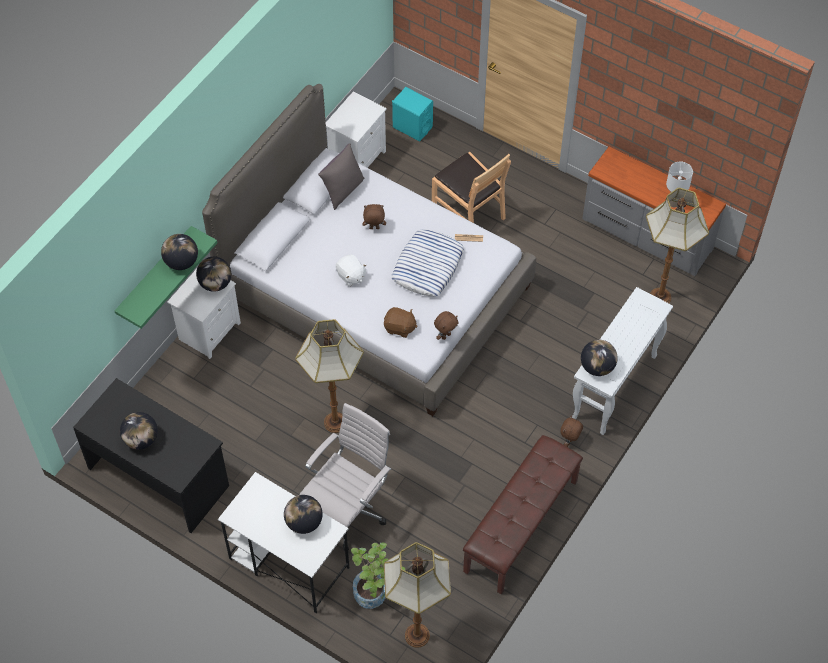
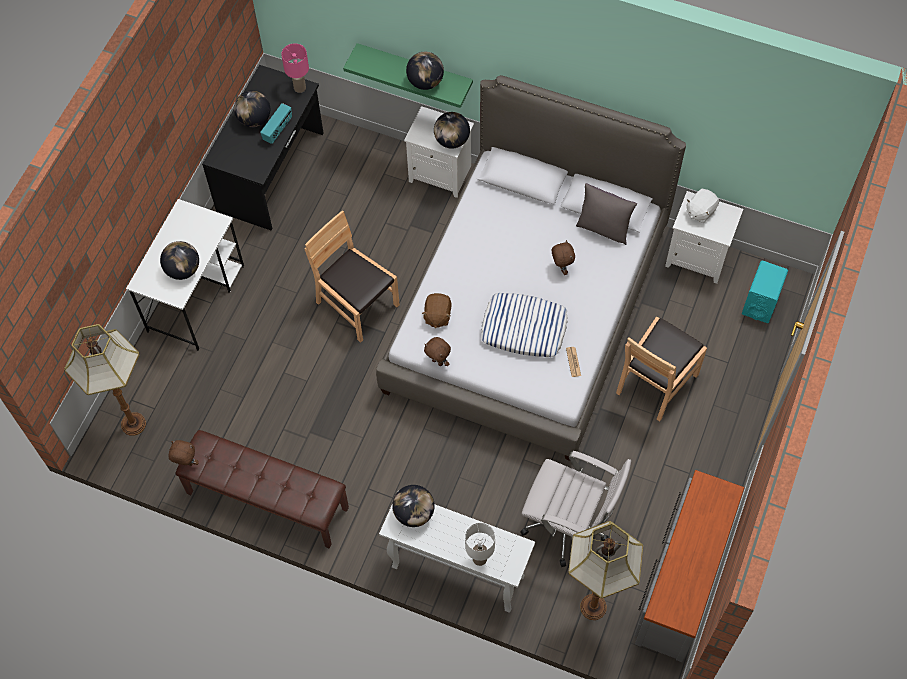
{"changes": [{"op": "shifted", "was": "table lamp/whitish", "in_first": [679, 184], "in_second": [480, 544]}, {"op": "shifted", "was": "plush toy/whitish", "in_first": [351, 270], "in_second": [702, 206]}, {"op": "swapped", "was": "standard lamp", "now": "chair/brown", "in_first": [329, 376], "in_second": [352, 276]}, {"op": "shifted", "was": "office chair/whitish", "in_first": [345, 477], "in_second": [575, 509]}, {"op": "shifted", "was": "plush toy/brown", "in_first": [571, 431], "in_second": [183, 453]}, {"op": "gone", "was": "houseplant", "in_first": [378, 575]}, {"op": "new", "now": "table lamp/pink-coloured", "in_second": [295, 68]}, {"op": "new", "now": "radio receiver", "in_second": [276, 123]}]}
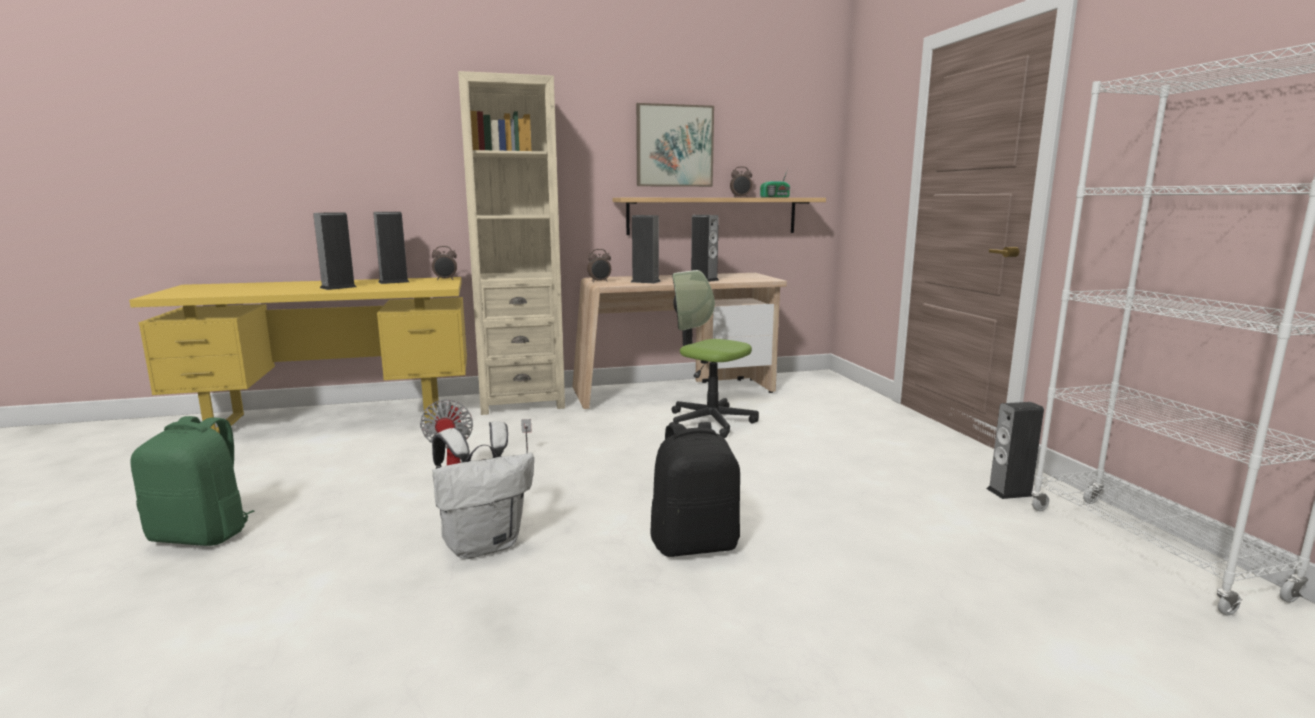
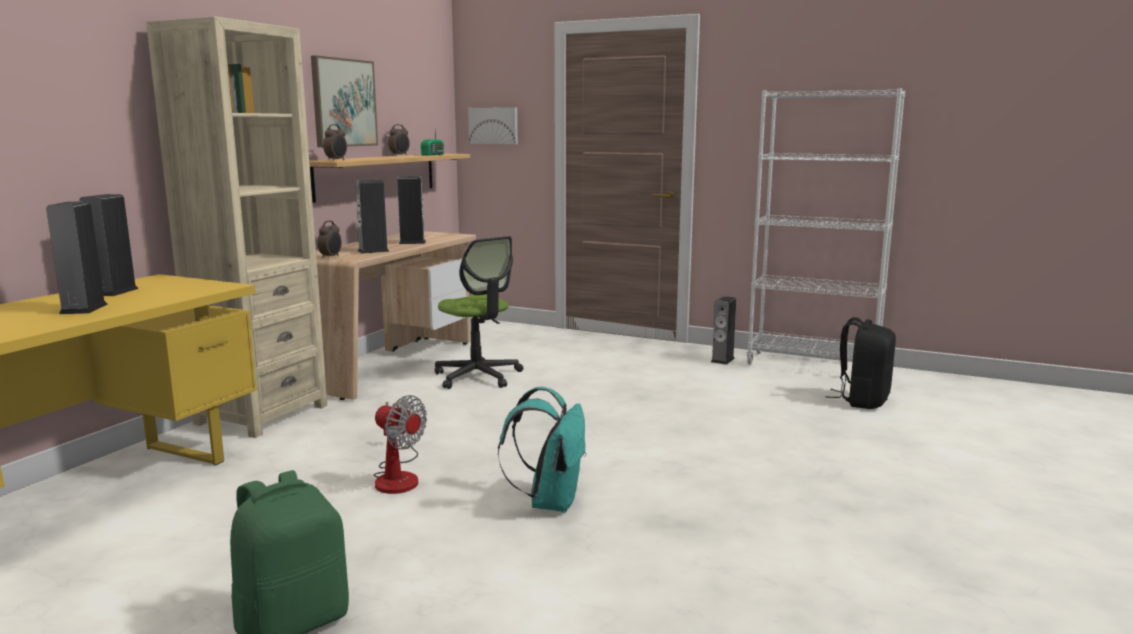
{"changes": [{"op": "shifted", "was": "bedside clock", "in_first": [444, 263], "in_second": [335, 142]}, {"op": "rotated", "was": "office chair", "in_first": [714, 354], "in_second": [479, 312], "clockwise": -120}, {"op": "repainted", "was": "rucksack/whitish", "now": "rucksack/blue-green", "in_first": [483, 490], "in_second": [542, 450]}, {"op": "shifted", "was": "rucksack/black-coloured", "in_first": [695, 489], "in_second": [861, 363]}, {"op": "new", "now": "picture", "in_second": [493, 125]}]}
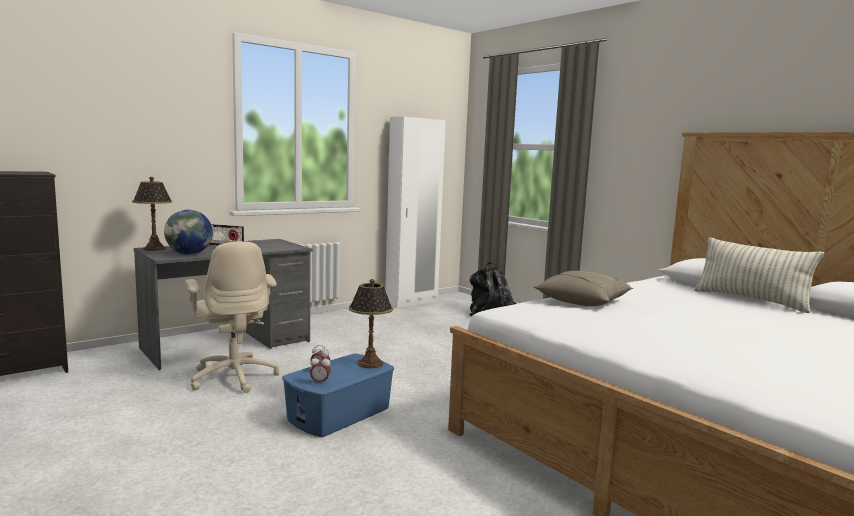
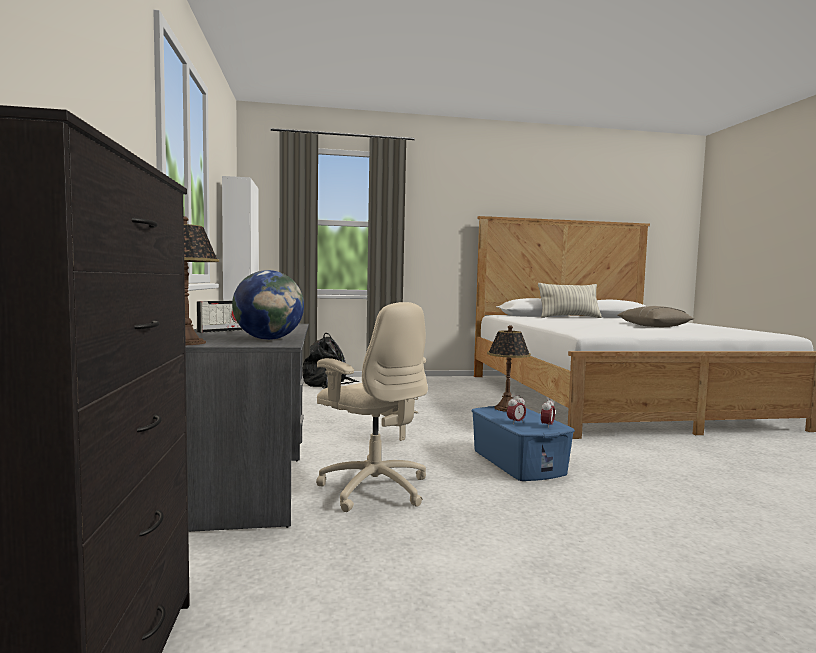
{"changes": [{"op": "rotated", "was": "office chair/beige", "in_first": [232, 317], "in_second": [372, 407], "clockwise": 45}, {"op": "shifted", "was": "pillow/beige", "in_first": [583, 288], "in_second": [655, 316]}]}
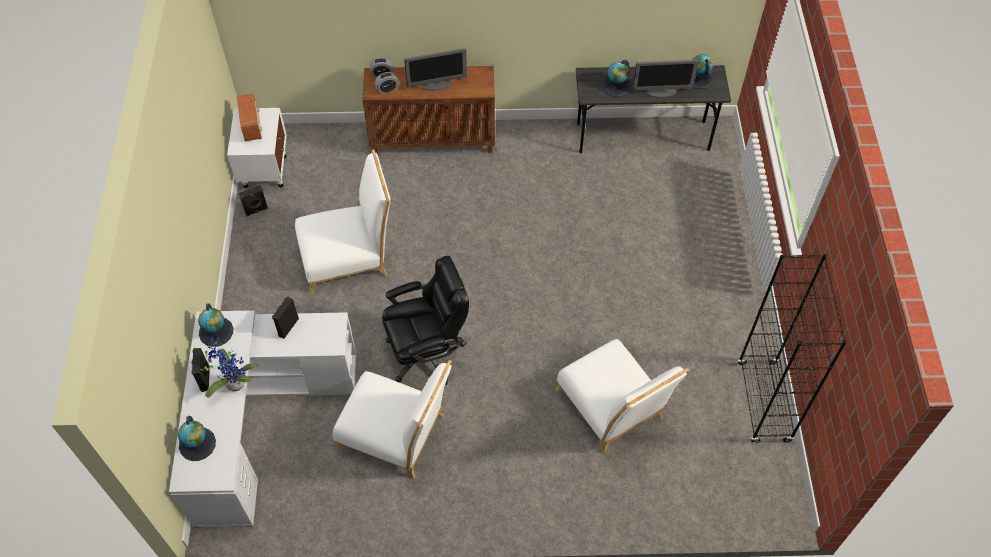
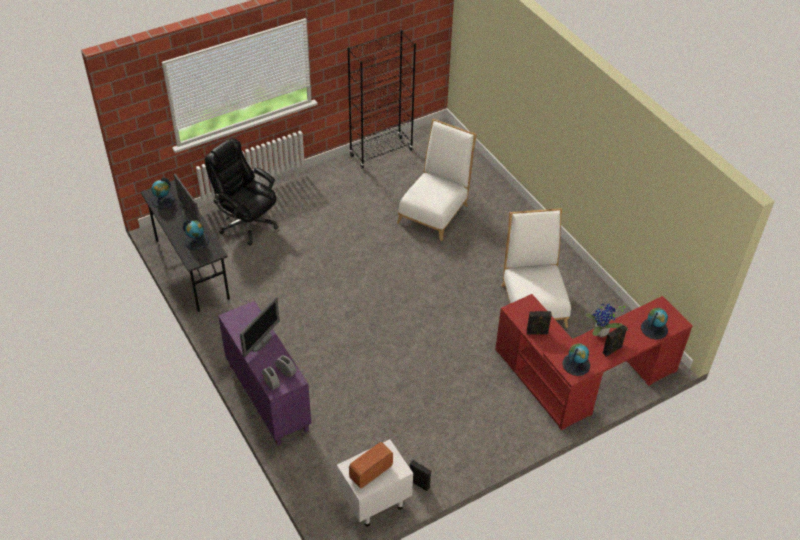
{"changes": [{"op": "rotated", "was": "computer screen", "in_first": [435, 69], "in_second": [260, 327], "clockwise": 75}, {"op": "repainted", "was": "cupboard/brown", "now": "cupboard/purple", "in_first": [428, 110], "in_second": [264, 373]}, {"op": "gone", "was": "chair/whitish", "in_first": [343, 221]}, {"op": "shifted", "was": "office chair/black-coloured", "in_first": [425, 320], "in_second": [241, 192]}, {"op": "repainted", "was": "desk table/whitish", "now": "desk table/red", "in_first": [263, 419], "in_second": [594, 362]}]}
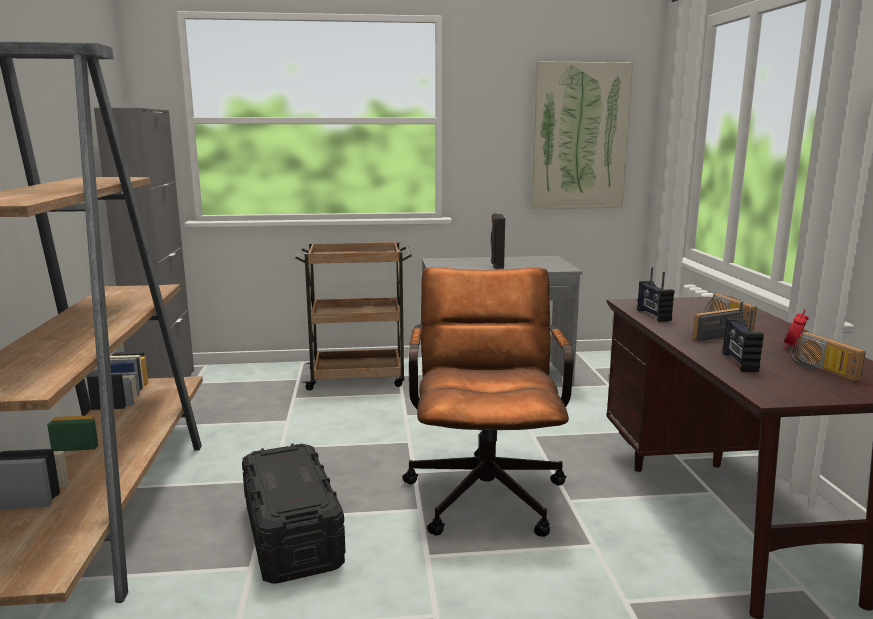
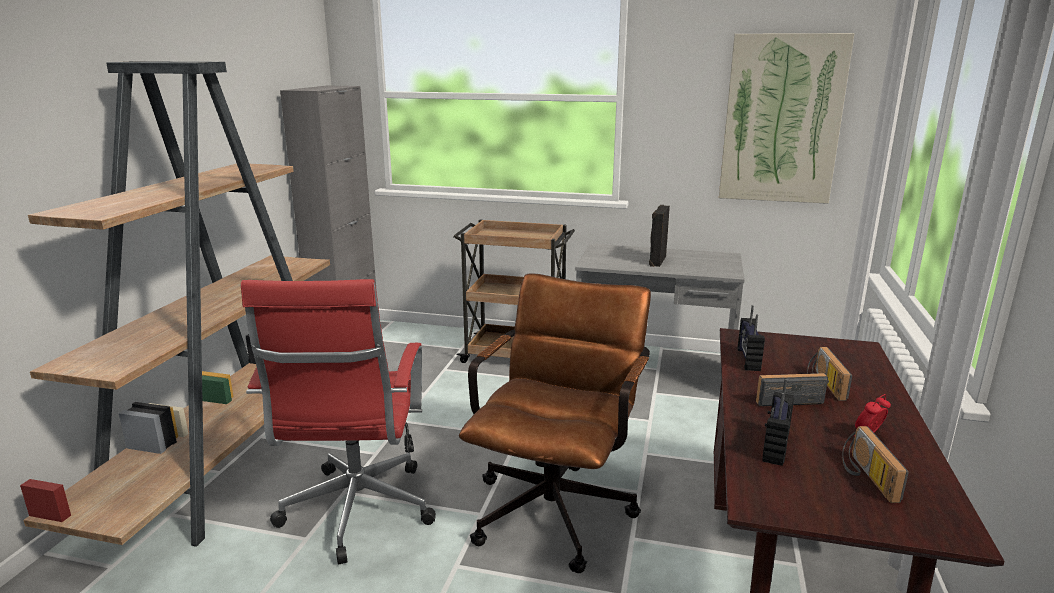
{"changes": [{"op": "swapped", "was": "storage container/black-coloured", "now": "office chair/red", "in_first": [294, 513], "in_second": [338, 421]}]}
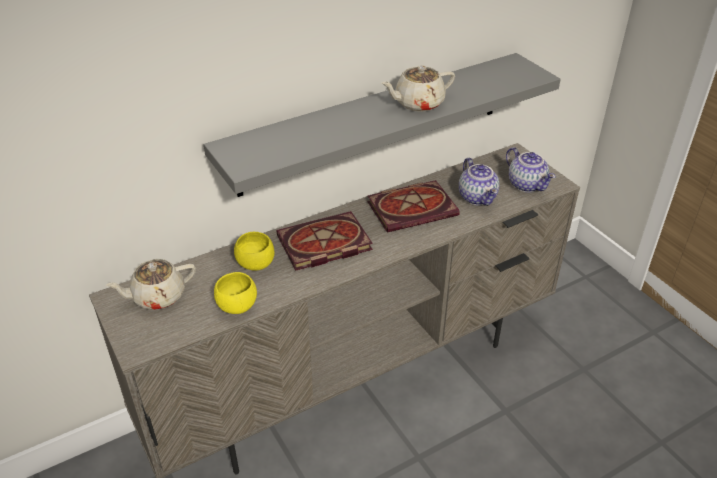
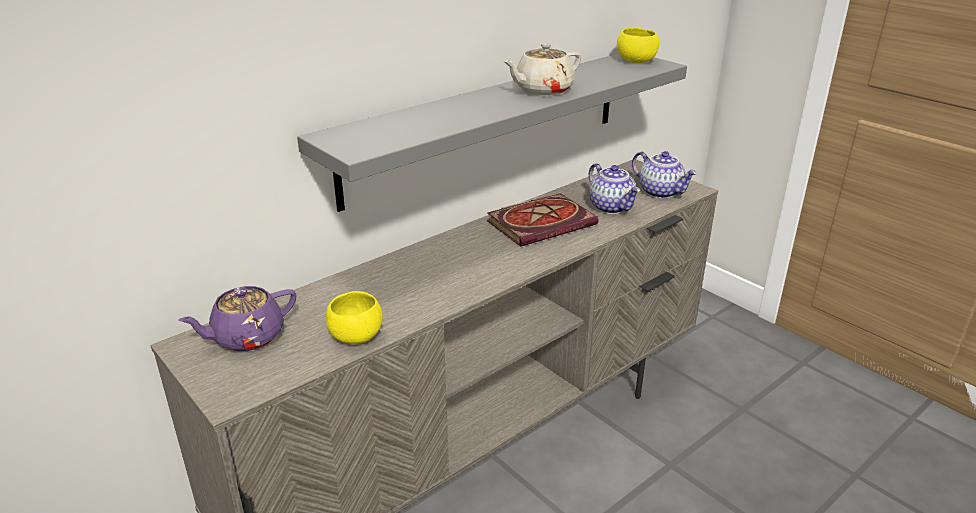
{"changes": [{"op": "gone", "was": "volume", "in_first": [325, 241]}, {"op": "shifted", "was": "deep dish/yellowish", "in_first": [254, 251], "in_second": [638, 45]}, {"op": "repainted", "was": "teapot/beige", "now": "teapot/purple", "in_first": [150, 284], "in_second": [237, 318]}]}
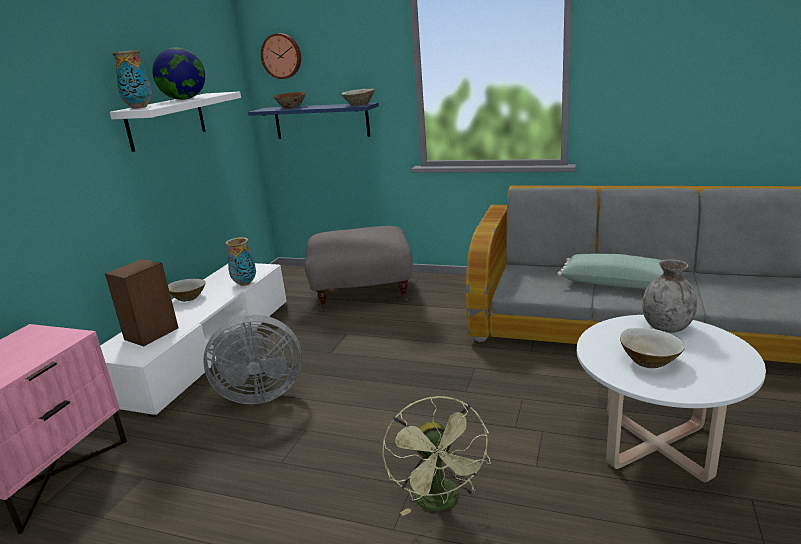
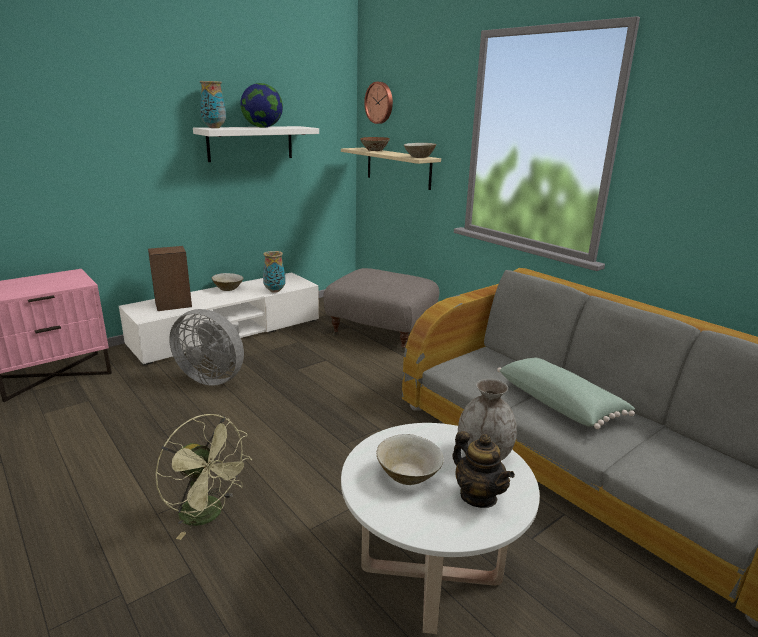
{"changes": [{"op": "repainted", "was": "wall shelf/bluish", "now": "wall shelf/beige", "in_first": [313, 120], "in_second": [391, 169]}, {"op": "rotated", "was": "electric fan/greenish", "in_first": [436, 456], "in_second": [203, 477], "clockwise": -75}, {"op": "new", "now": "teapot", "in_second": [483, 469]}]}
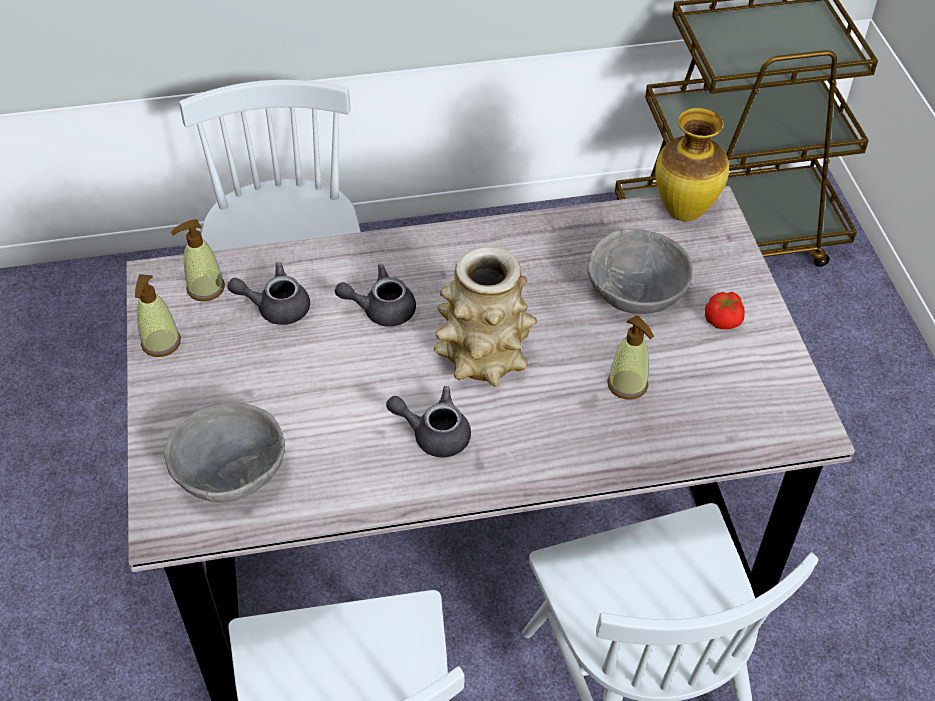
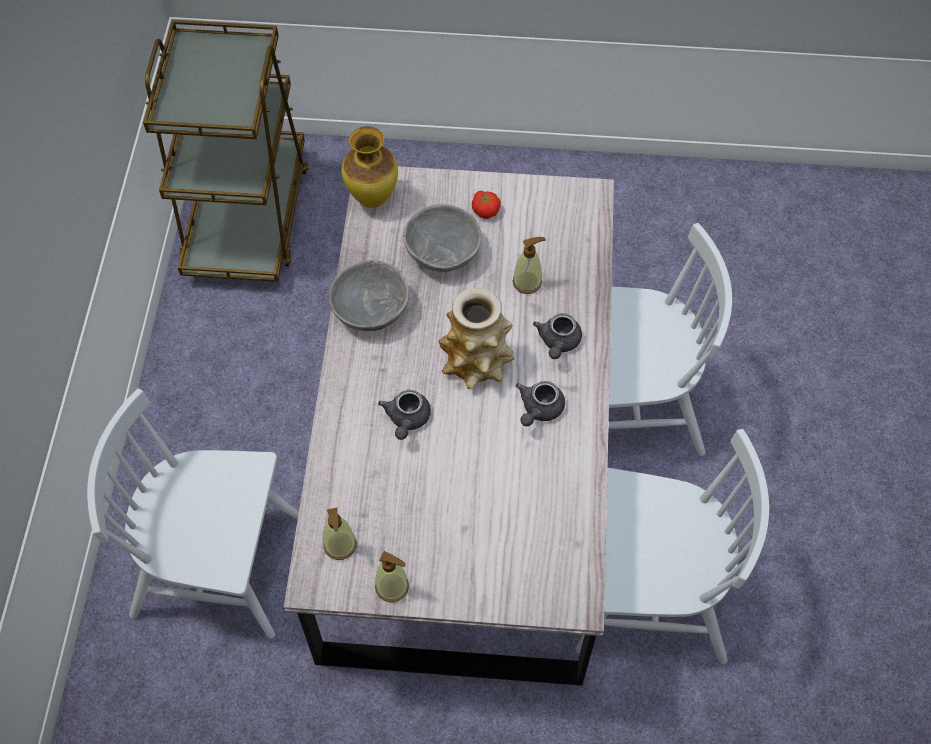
{"changes": [{"op": "shifted", "was": "teapot/greyish", "in_first": [268, 293], "in_second": [557, 336]}, {"op": "shifted", "was": "deep dish/greyish", "in_first": [224, 452], "in_second": [368, 295]}]}
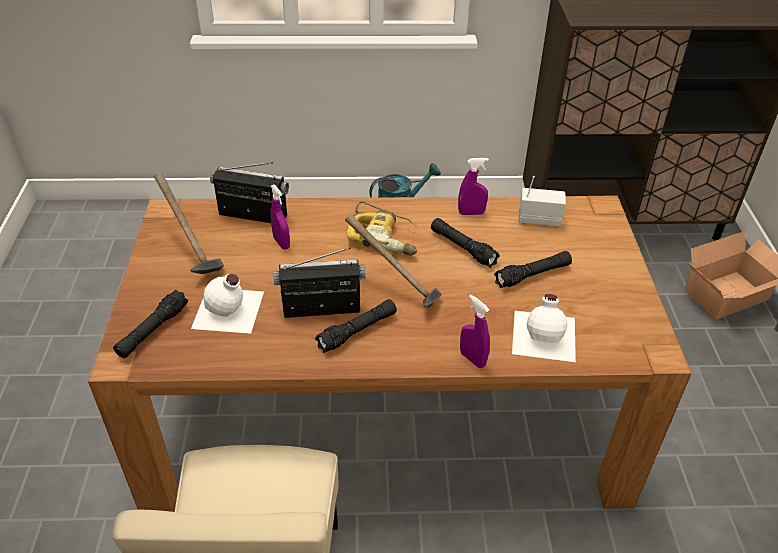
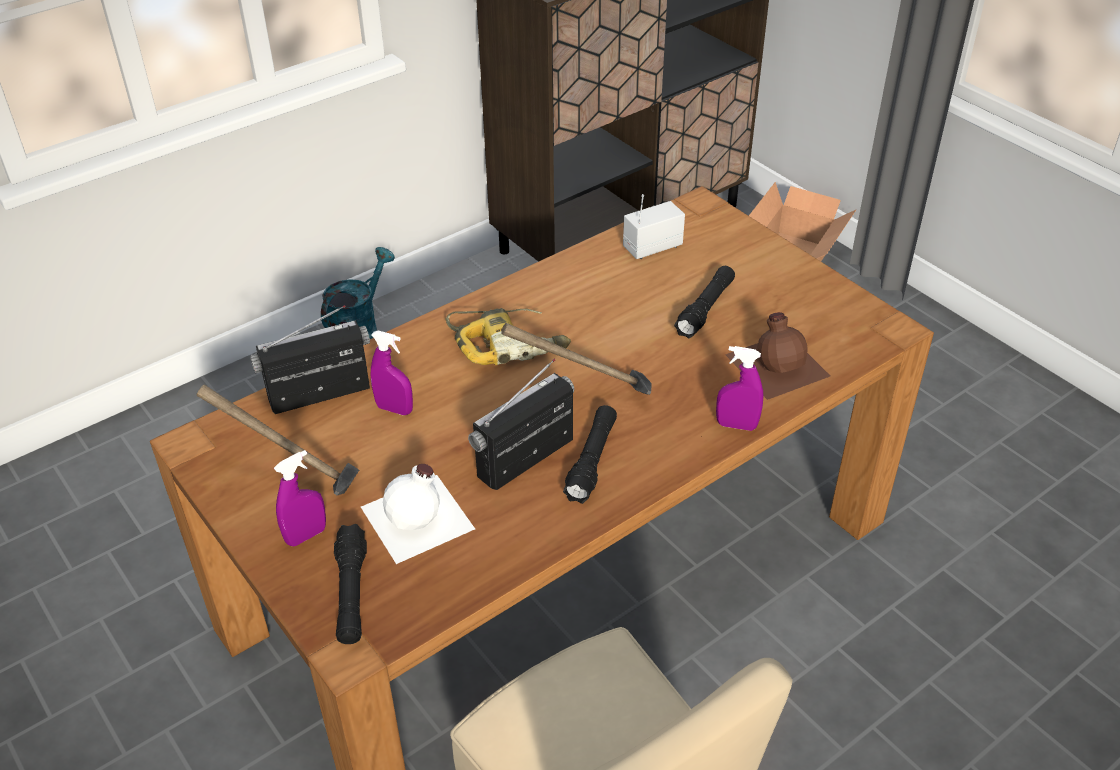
{"changes": [{"op": "shifted", "was": "spray bottle/purple", "in_first": [473, 186], "in_second": [300, 498]}, {"op": "gone", "was": "torch/black-coloured", "in_first": [465, 243]}, {"op": "repainted", "was": "drink bottle/whitish", "now": "drink bottle/brown", "in_first": [544, 328], "in_second": [777, 356]}]}
